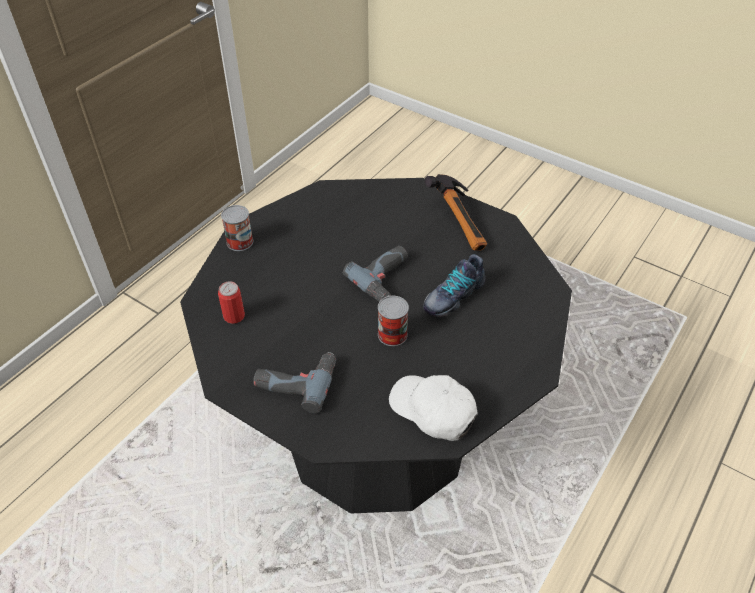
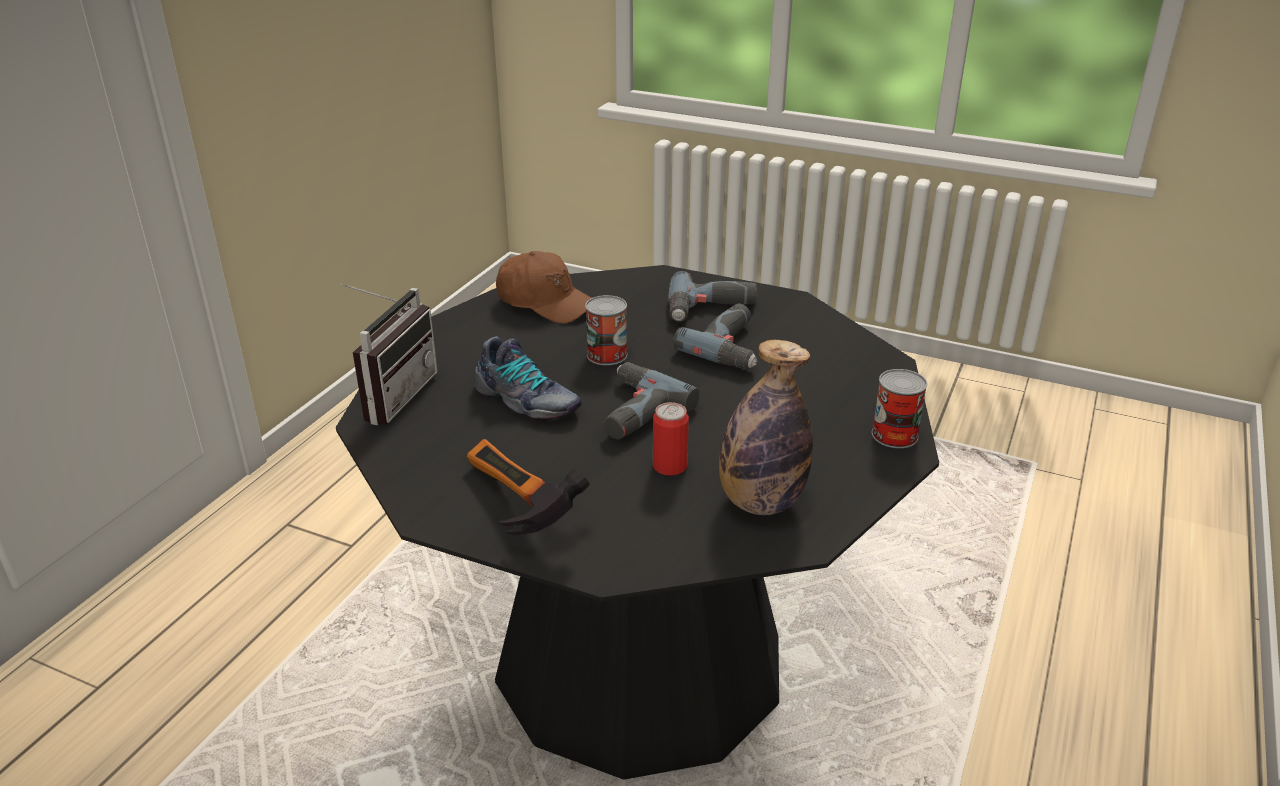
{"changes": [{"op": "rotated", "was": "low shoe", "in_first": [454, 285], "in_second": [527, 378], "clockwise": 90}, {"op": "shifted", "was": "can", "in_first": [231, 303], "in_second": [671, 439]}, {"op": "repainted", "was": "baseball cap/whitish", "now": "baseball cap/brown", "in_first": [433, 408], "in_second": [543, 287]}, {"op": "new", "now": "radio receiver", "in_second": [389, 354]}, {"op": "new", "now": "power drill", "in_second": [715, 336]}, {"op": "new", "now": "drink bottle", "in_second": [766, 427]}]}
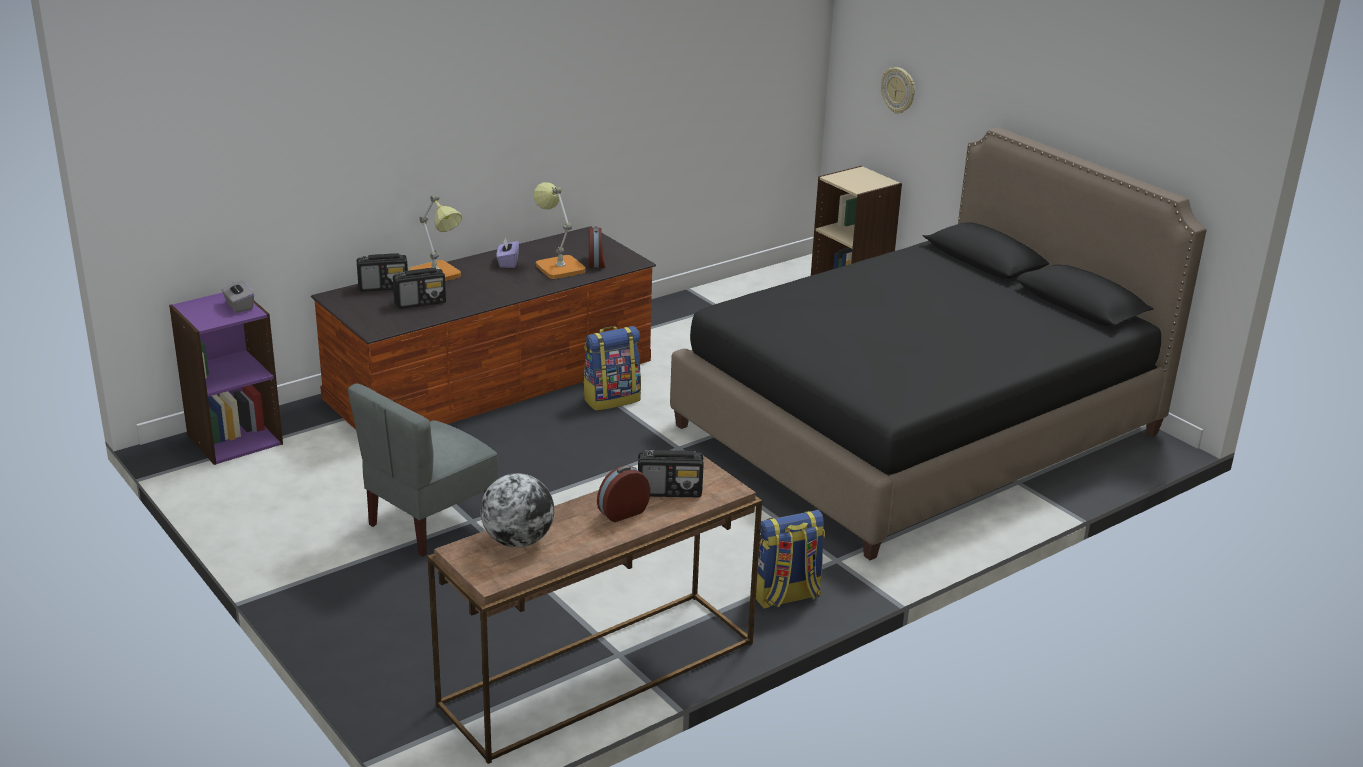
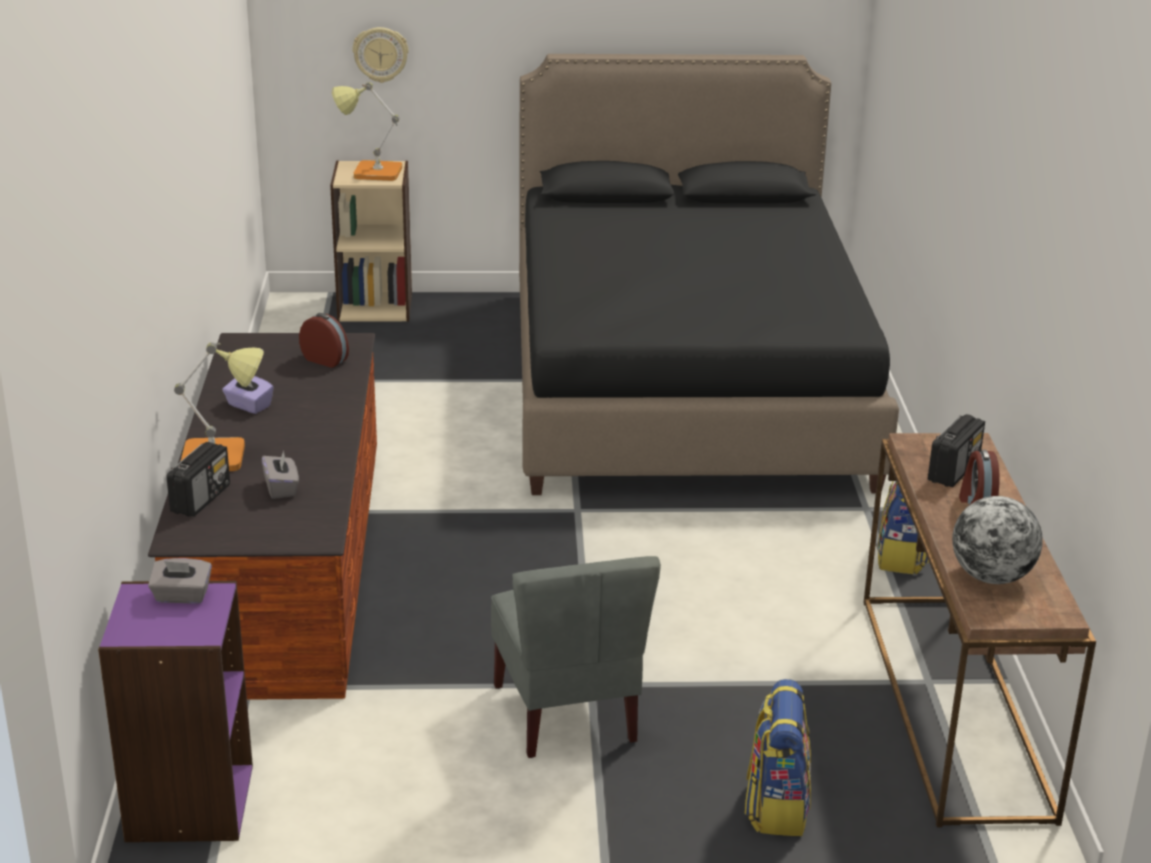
{"changes": [{"op": "shifted", "was": "table lamp", "in_first": [560, 230], "in_second": [367, 131]}, {"op": "swapped", "was": "radio receiver", "now": "tissue holder/greyish", "in_first": [419, 288], "in_second": [280, 474]}, {"op": "shifted", "was": "rucksack", "in_first": [612, 368], "in_second": [778, 757]}]}
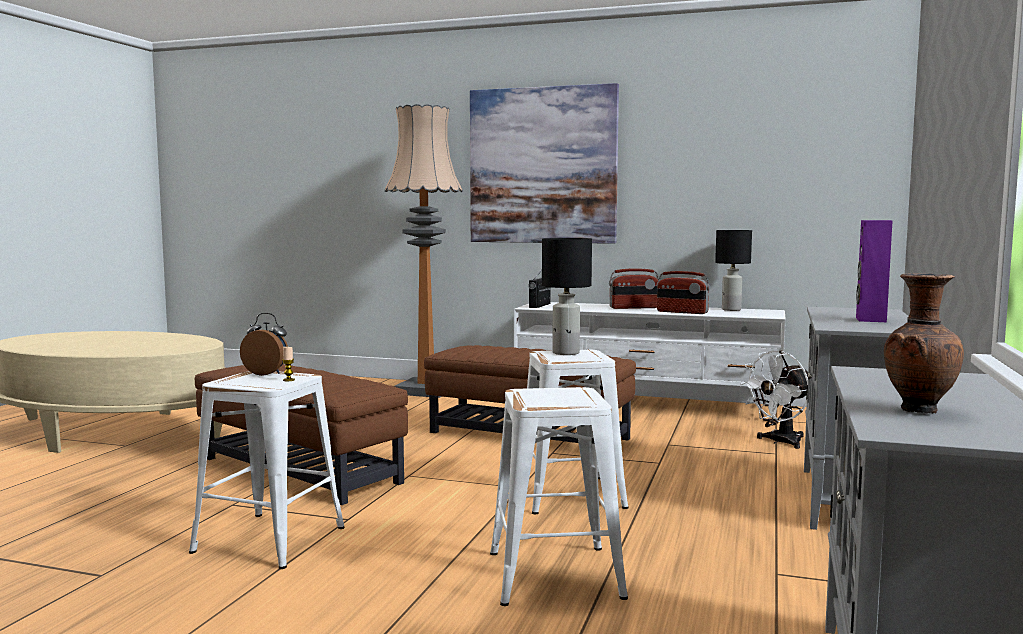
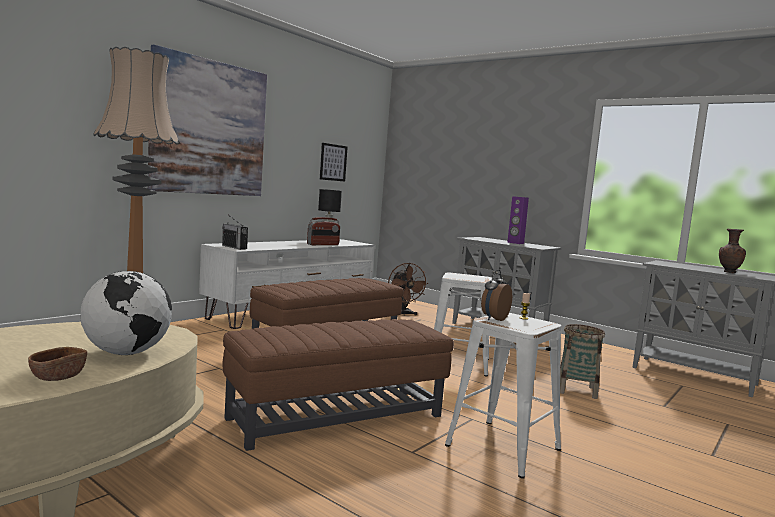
{"changes": [{"op": "gone", "was": "table lamp/black-coloured", "in_first": [567, 296]}, {"op": "gone", "was": "radio receiver", "in_first": [633, 288]}, {"op": "repainted", "was": "electric fan/whitish", "now": "electric fan/brown", "in_first": [774, 399], "in_second": [408, 289]}, {"op": "swapped", "was": "stool seat/whitish", "now": "storage basket", "in_first": [559, 496], "in_second": [582, 361]}, {"op": "new", "now": "picture", "in_second": [334, 162]}, {"op": "new", "now": "world globe", "in_second": [126, 313]}, {"op": "new", "now": "deep dish/brown", "in_second": [57, 364]}]}
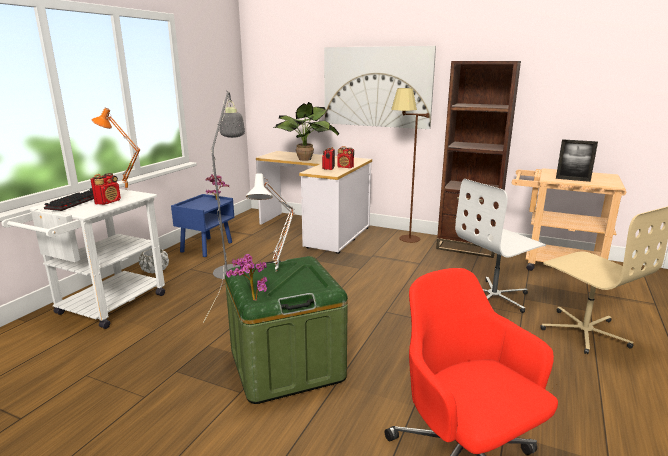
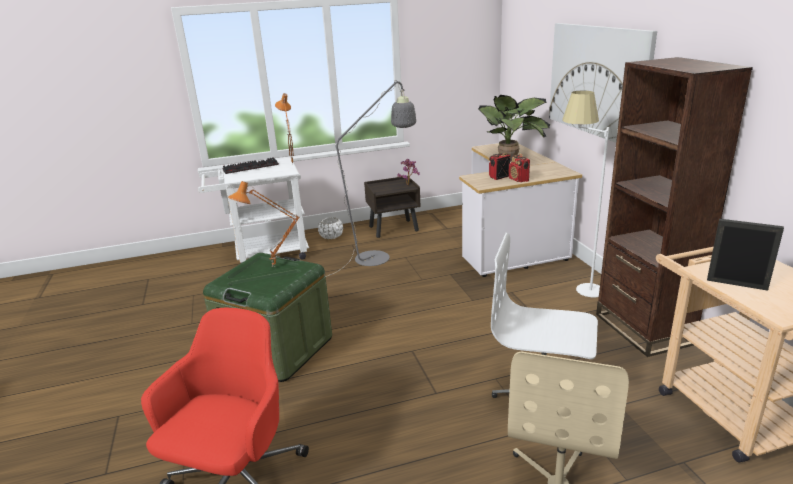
{"changes": [{"op": "repainted", "was": "standard lamp/brown", "now": "standard lamp/whitish", "in_first": [410, 165], "in_second": [585, 194]}, {"op": "rotated", "was": "standing frame", "in_first": [577, 160], "in_second": [745, 255], "clockwise": 135}, {"op": "gone", "was": "radio receiver", "in_first": [105, 189]}, {"op": "repainted", "was": "table lamp/whitish", "now": "table lamp/orangey", "in_first": [270, 222], "in_second": [264, 224]}, {"op": "repainted", "was": "bedside table/bluish", "now": "bedside table/brown", "in_first": [202, 225], "in_second": [392, 207]}, {"op": "gone", "was": "houseplant", "in_first": [246, 277]}]}
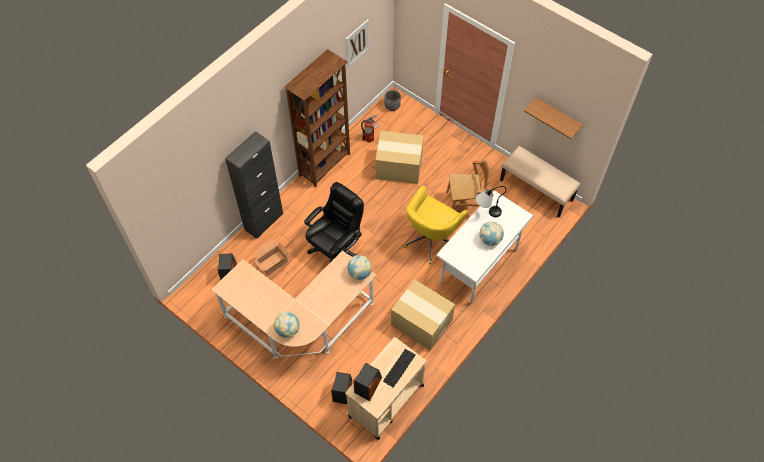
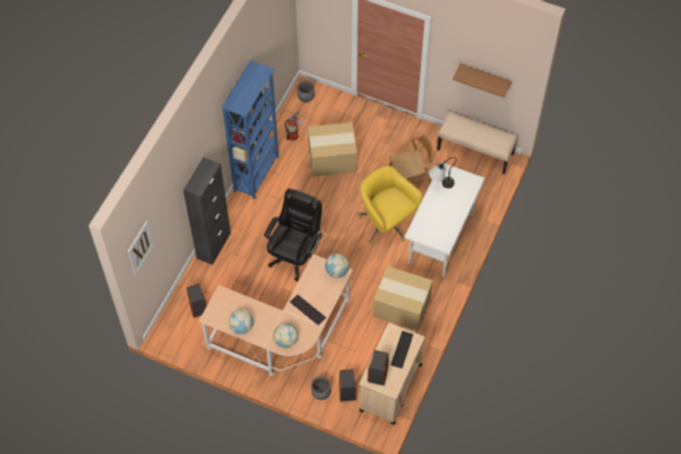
{"changes": [{"op": "shifted", "was": "picture", "in_first": [357, 43], "in_second": [141, 248]}, {"op": "repainted", "was": "shelving unit/brown", "now": "shelving unit/bluish", "in_first": [317, 118], "in_second": [250, 130]}, {"op": "rotated", "was": "office chair/yellowish", "in_first": [435, 225], "in_second": [389, 204], "clockwise": 120}, {"op": "shifted", "was": "world globe", "in_first": [491, 234], "in_second": [241, 322]}, {"op": "gone", "was": "cardboard box", "in_first": [271, 258]}, {"op": "new", "now": "keyboard", "in_second": [308, 310]}, {"op": "new", "now": "flower pot/greyish", "in_second": [321, 388]}]}
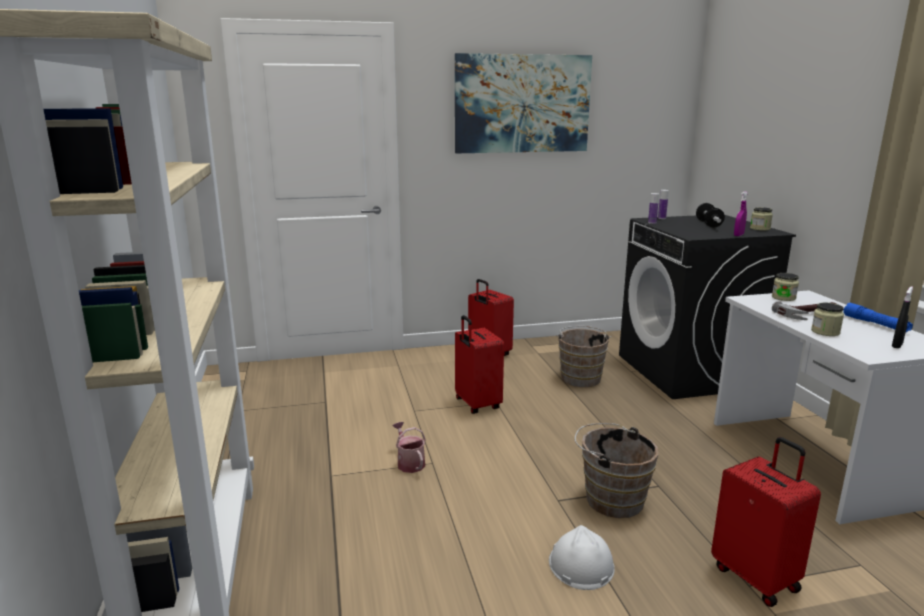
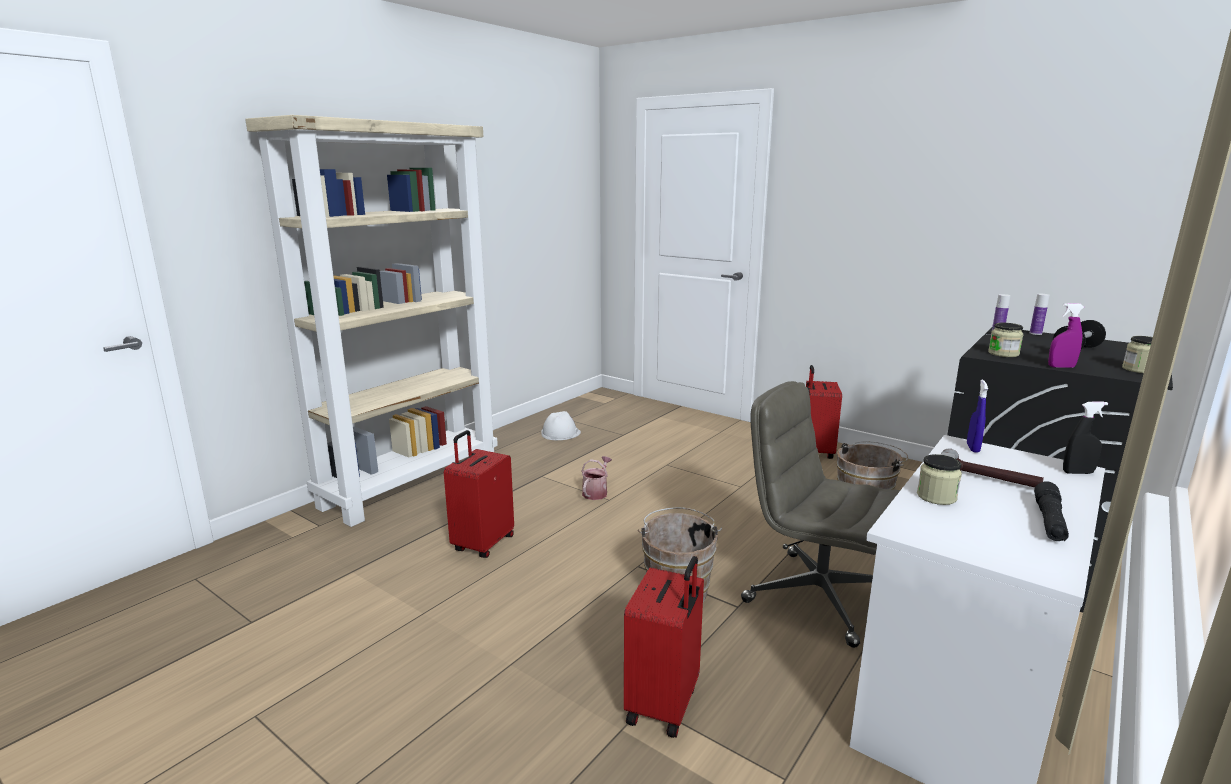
{"changes": [{"op": "gone", "was": "picture", "in_first": [523, 103]}, {"op": "shifted", "was": "preserve jar", "in_first": [785, 287], "in_second": [1006, 340]}, {"op": "shifted", "was": "spray bottle/black-coloured", "in_first": [902, 317], "in_second": [1085, 437]}, {"op": "repainted", "was": "torch/bluish", "now": "torch/black-coloured", "in_first": [878, 317], "in_second": [1051, 511]}, {"op": "shifted", "was": "travel case/red", "in_first": [479, 364], "in_second": [479, 494]}, {"op": "shifted", "was": "hard hat/whitish", "in_first": [582, 557], "in_second": [561, 425]}, {"op": "new", "now": "spray bottle/bluish", "in_second": [977, 416]}, {"op": "new", "now": "office chair/greyish", "in_second": [820, 514]}]}
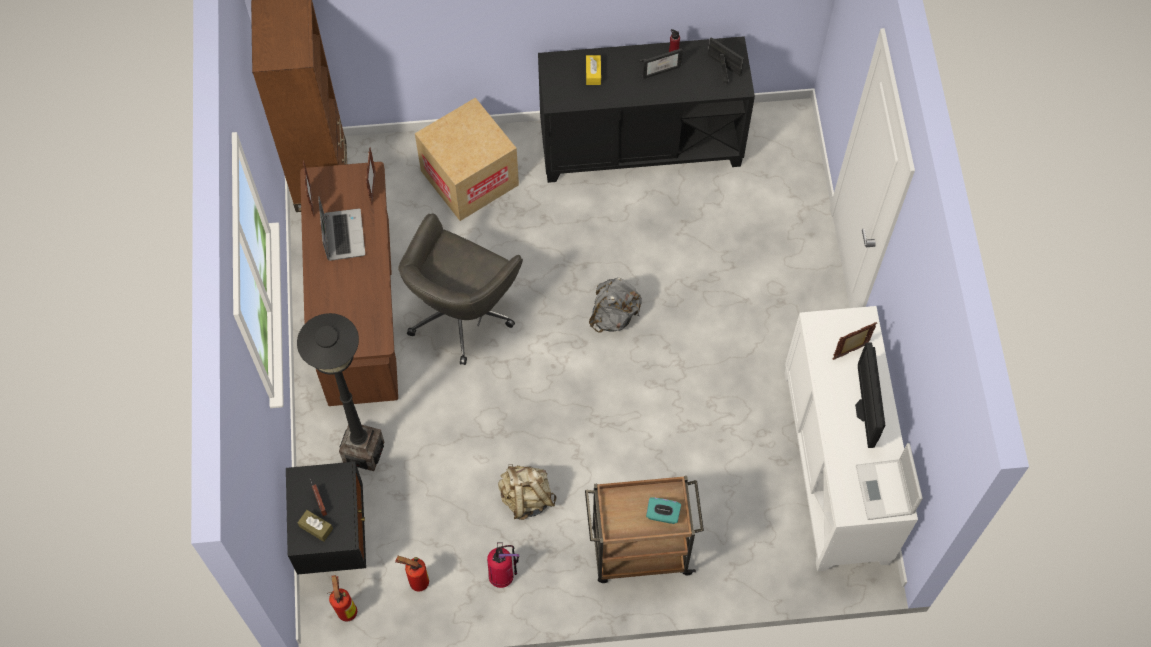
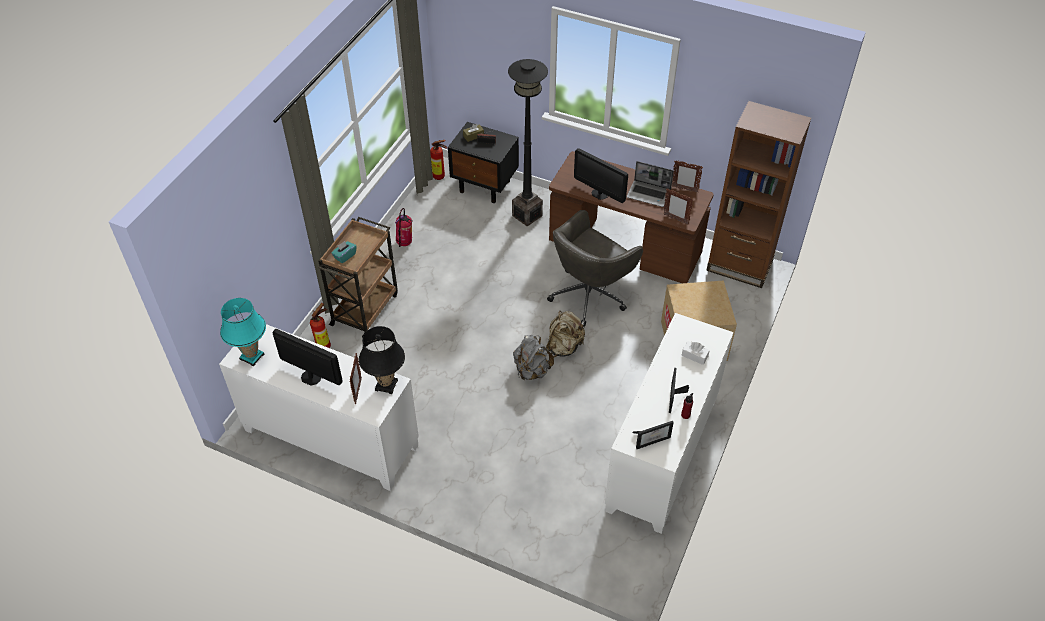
{"changes": [{"op": "repainted", "was": "cupboard/black-coloured", "now": "cupboard/whitish", "in_first": [646, 109], "in_second": [669, 423]}, {"op": "repainted", "was": "tissue holder/yellowish", "now": "tissue holder/whitish", "in_first": [593, 70], "in_second": [695, 353]}, {"op": "rotated", "was": "office chair/greyish", "in_first": [460, 289], "in_second": [595, 268], "clockwise": -105}, {"op": "swapped", "was": "notebook computer", "now": "table lamp/blue-green", "in_first": [889, 481], "in_second": [243, 332]}, {"op": "shifted", "was": "rucksack/beige", "in_first": [527, 492], "in_second": [565, 334]}, {"op": "shifted", "was": "fire-fighting cylinder", "in_first": [412, 574], "in_second": [320, 325]}, {"op": "new", "now": "computer screen", "in_second": [601, 175]}, {"op": "new", "now": "table lamp/black-coloured", "in_second": [382, 360]}]}
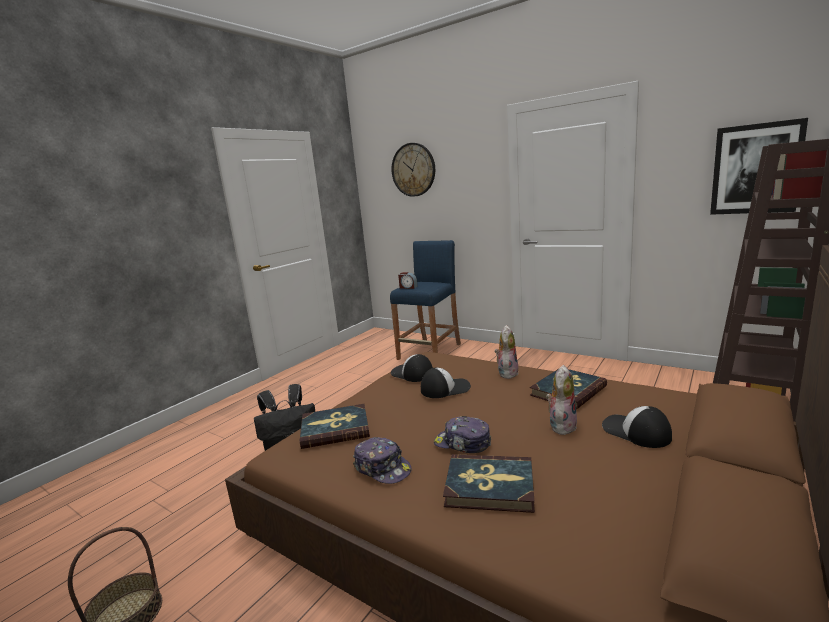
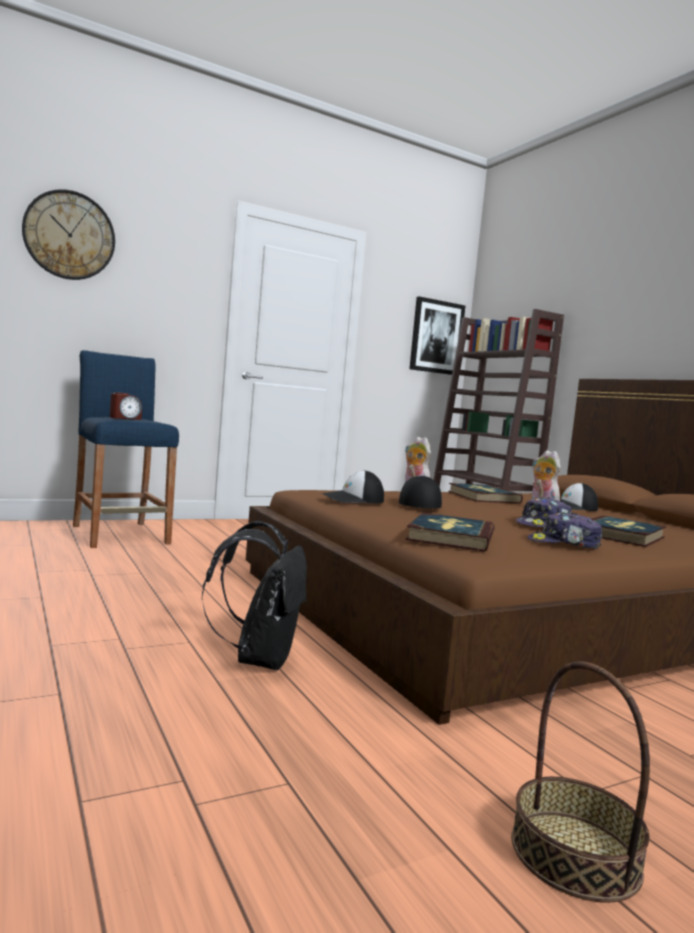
{"changes": [{"op": "rotated", "was": "baseball cap", "in_first": [382, 460], "in_second": [564, 530], "clockwise": -150}]}
